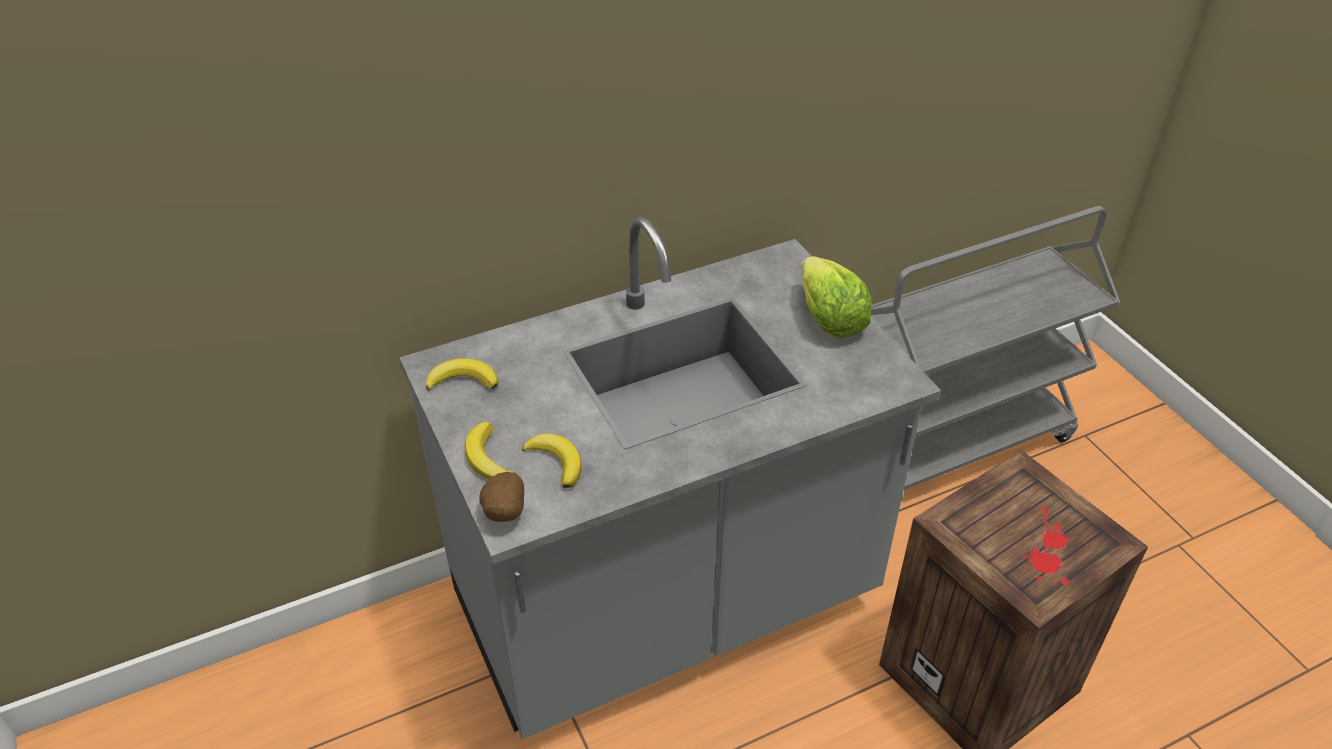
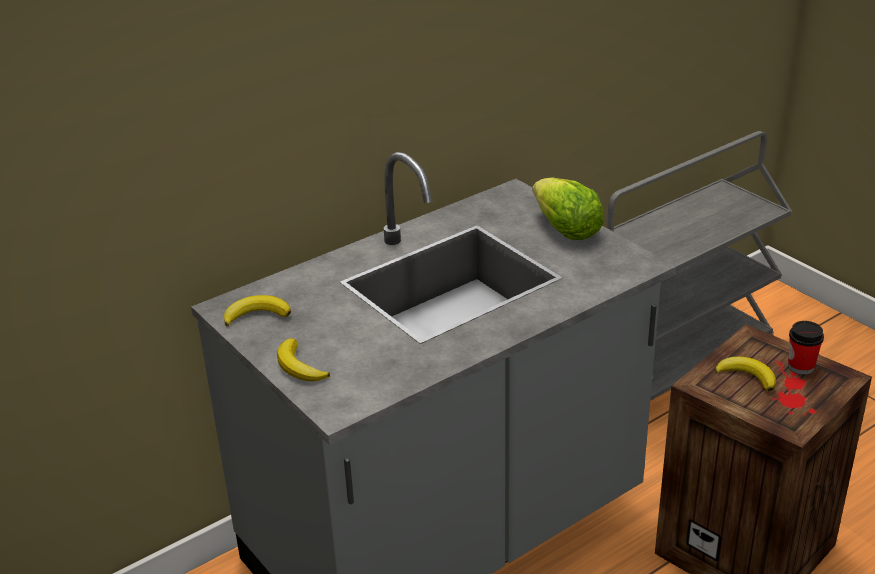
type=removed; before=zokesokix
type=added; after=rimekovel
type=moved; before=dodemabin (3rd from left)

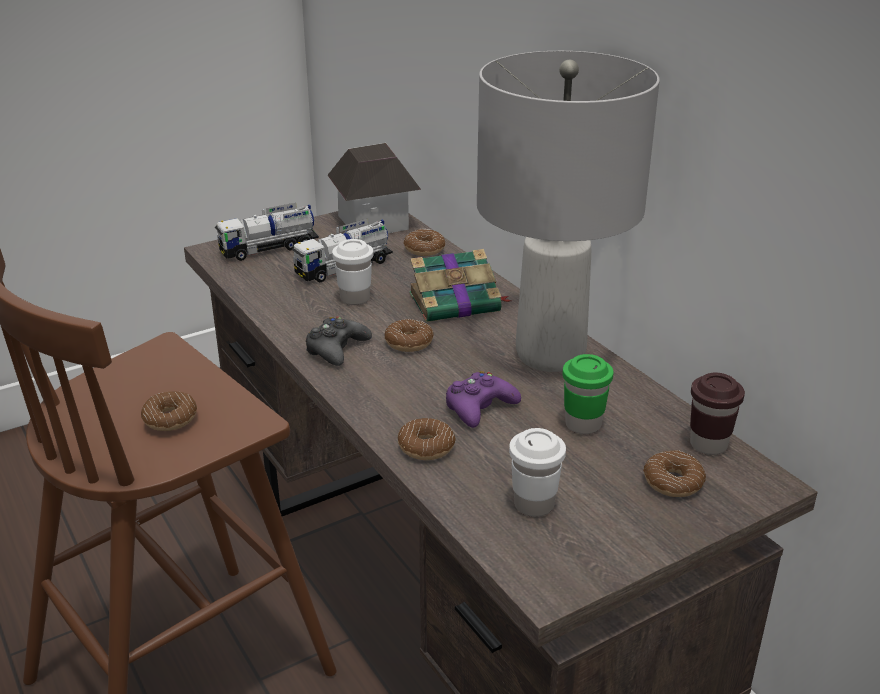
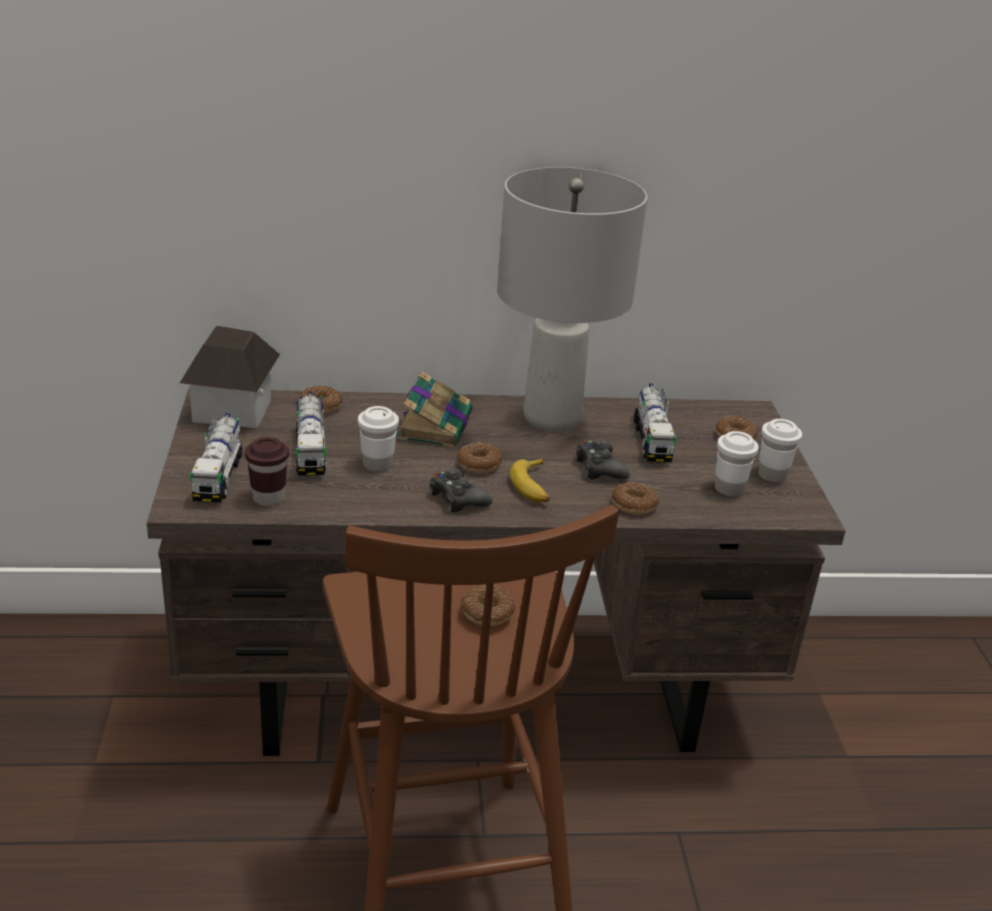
type=added; after=dodemabin
type=added; after=rimekovel (white) (3rd from left)
type=moved; before=rimekovel (brown)
type=replaced; before=rimekovel (green); after=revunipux (3rd from left)
type=recoloured; before=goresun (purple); after=goresun (black) (2nd from left)

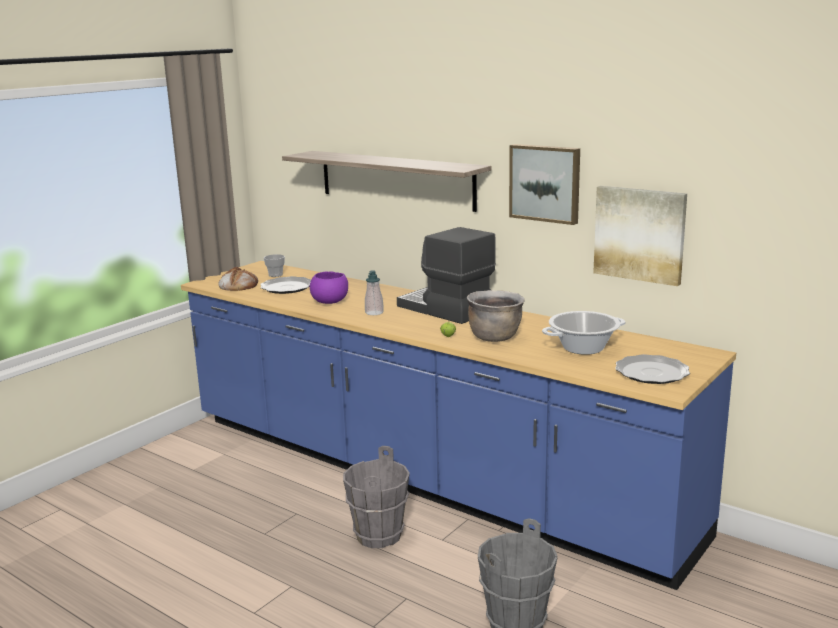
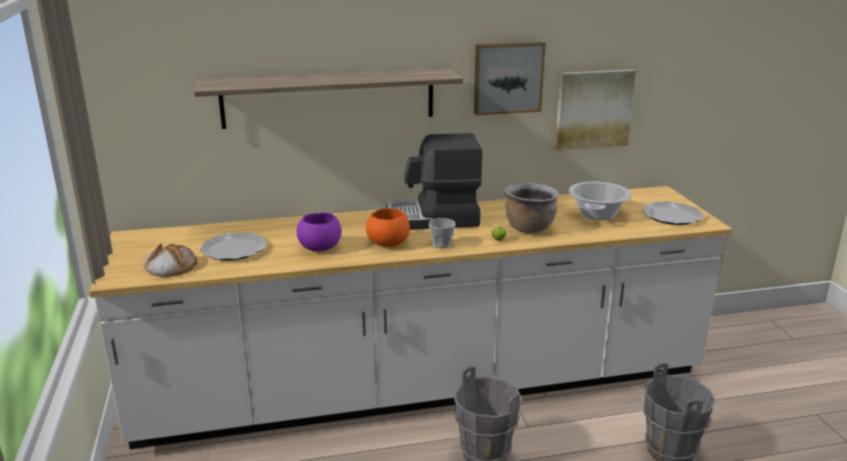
type=moved; before=rimekovel
type=replaced; before=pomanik; after=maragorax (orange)
type=recoloured; before=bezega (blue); after=bezega (white)

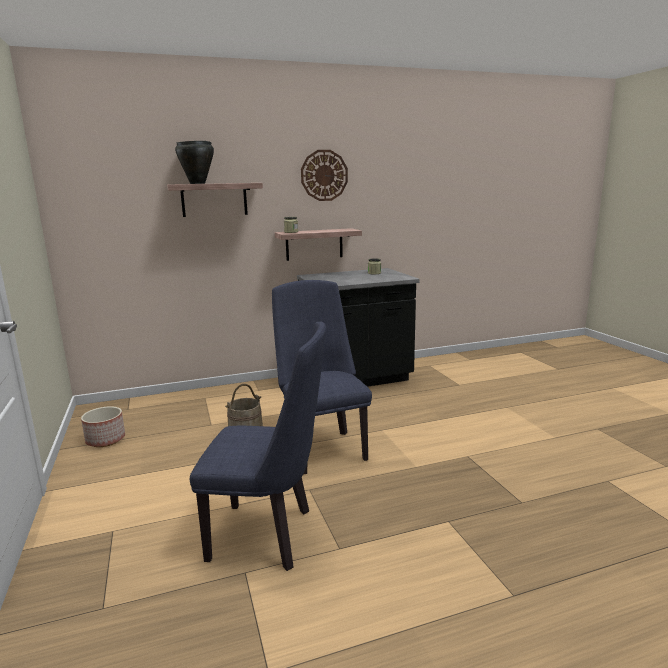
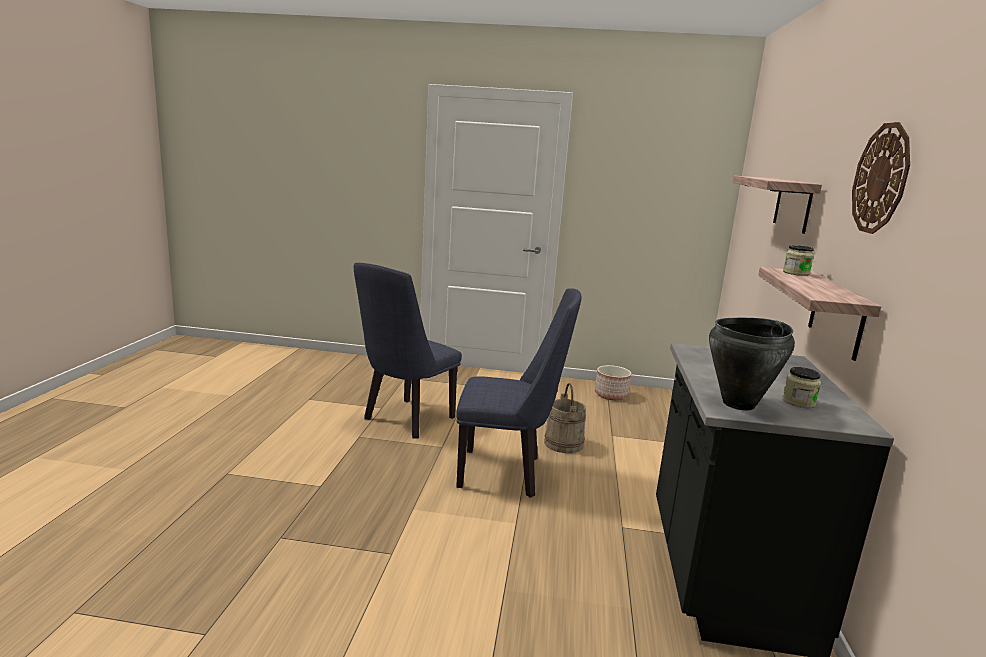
type=moved; before=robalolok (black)

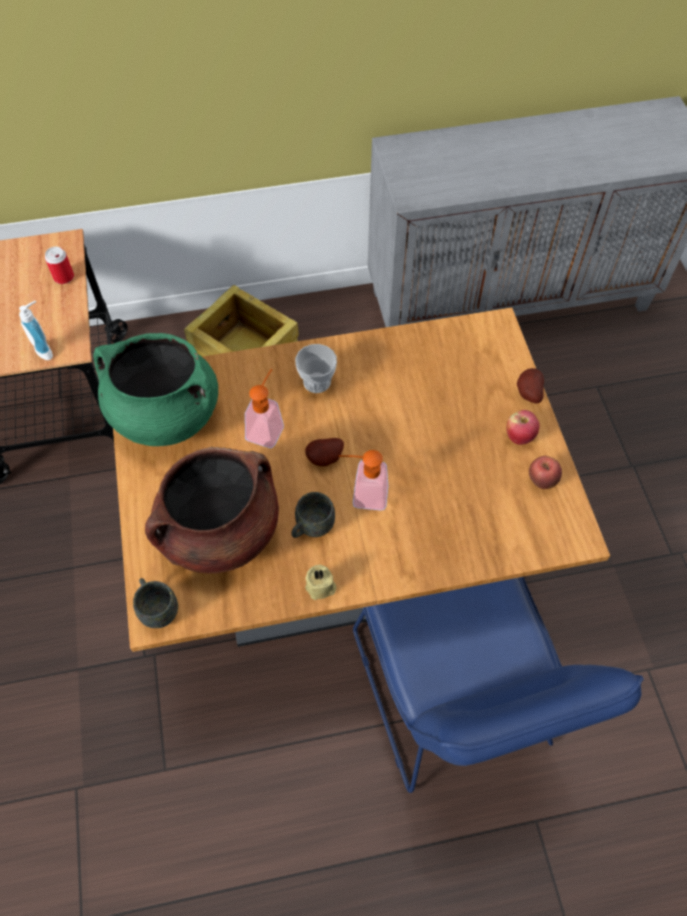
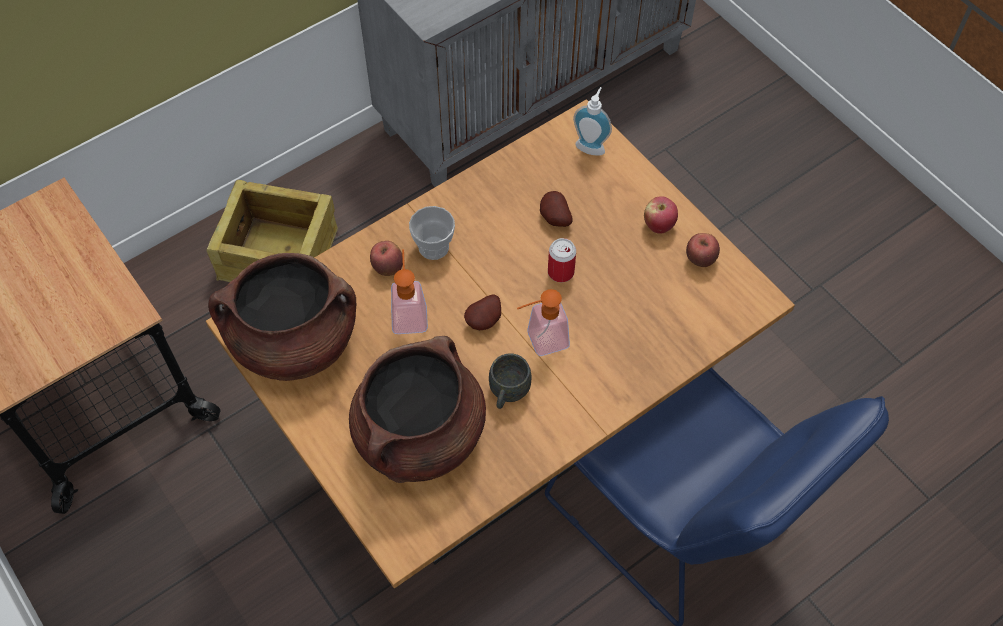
type=removed; before=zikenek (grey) (1st from left)
type=removed; before=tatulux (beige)
type=added; after=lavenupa (1st from left)
type=moved; before=pomanik (1st from left in the first image); after=pomanik (3rd from left)
type=moved; before=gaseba
type=moved; before=zokesokix (2nd from left)
type=recoloured; before=robalolok (green); after=robalolok (brown) (1st from left)

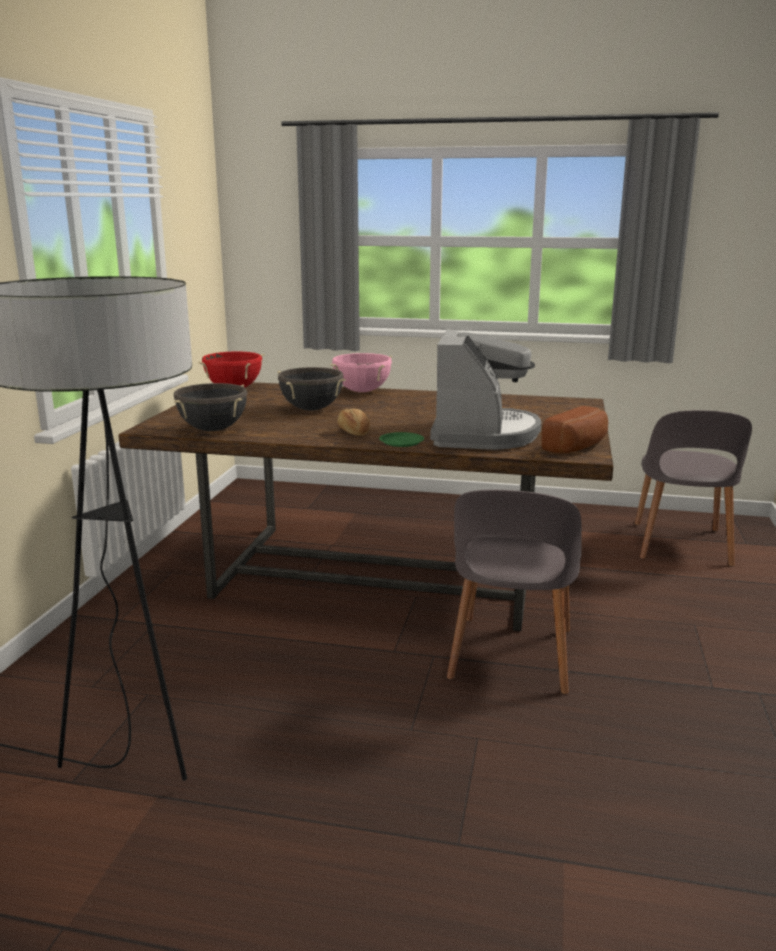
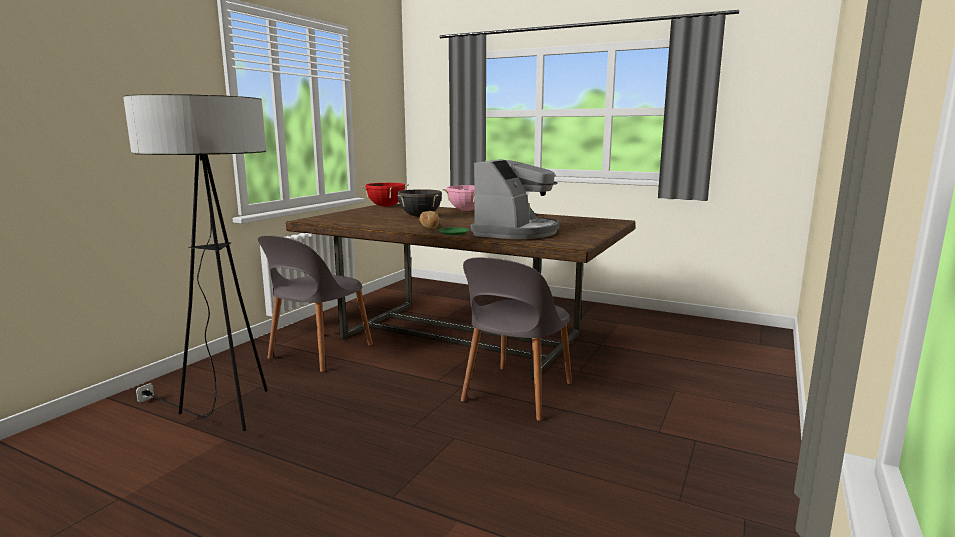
type=removed; before=robalolok (black) (1st from left)
type=removed; before=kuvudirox (2nd from left)
type=moved; before=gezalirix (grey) (2nd from left in the first image); after=gezalirix (grey) (1st from left)

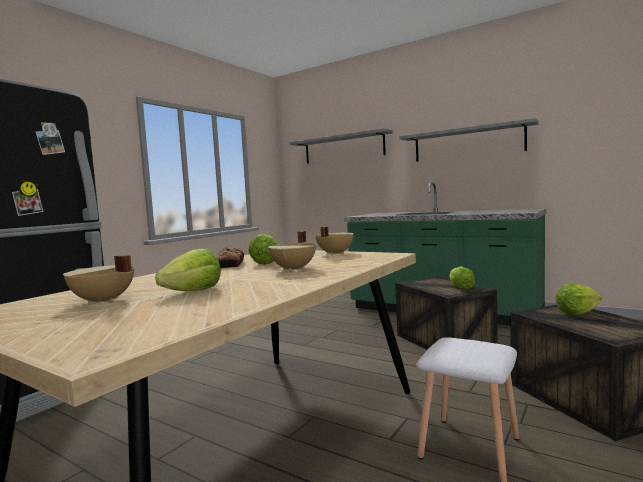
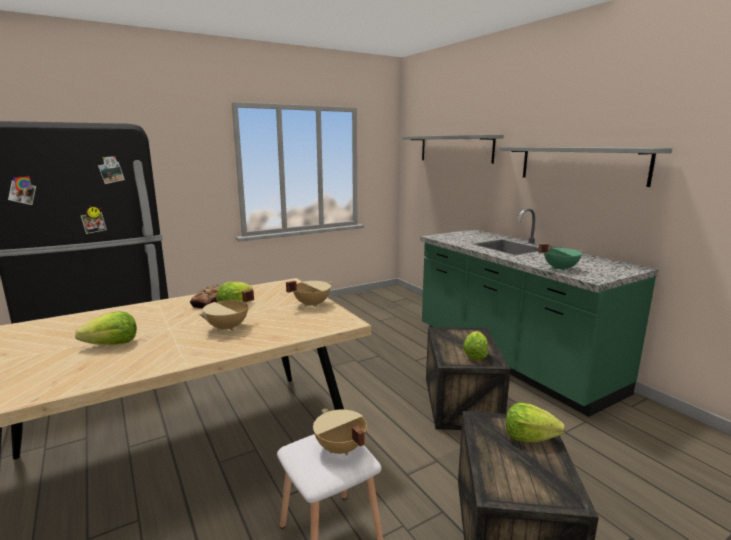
type=added; after=robalolok (green)
type=moved; before=robalolok (beige) (1st from left in the first image); after=robalolok (beige) (3rd from left)

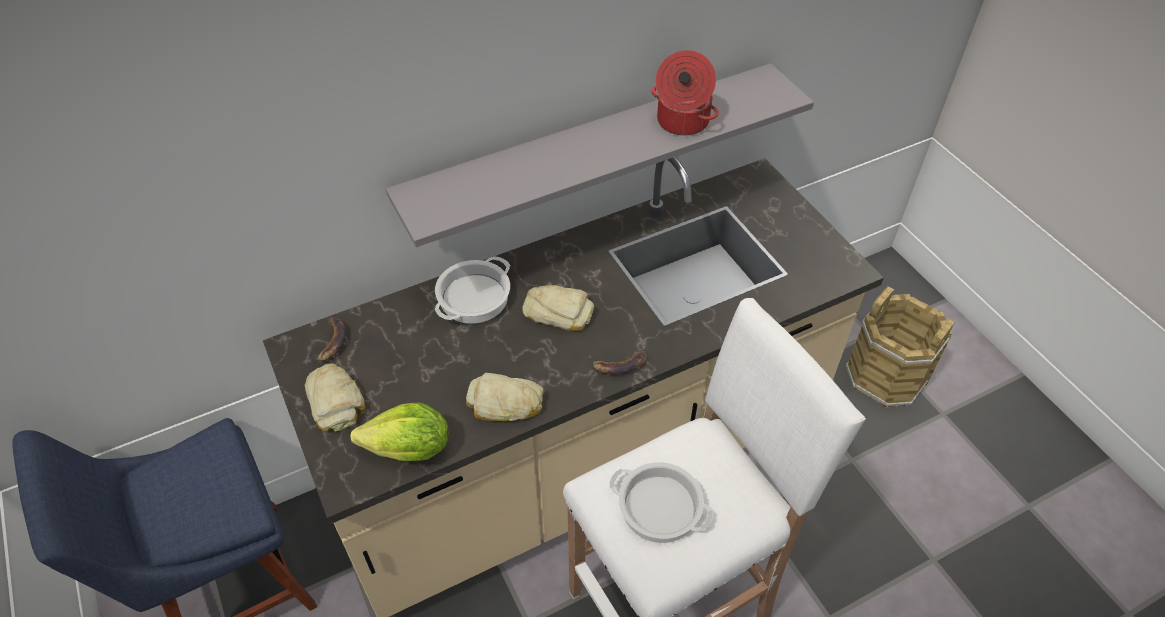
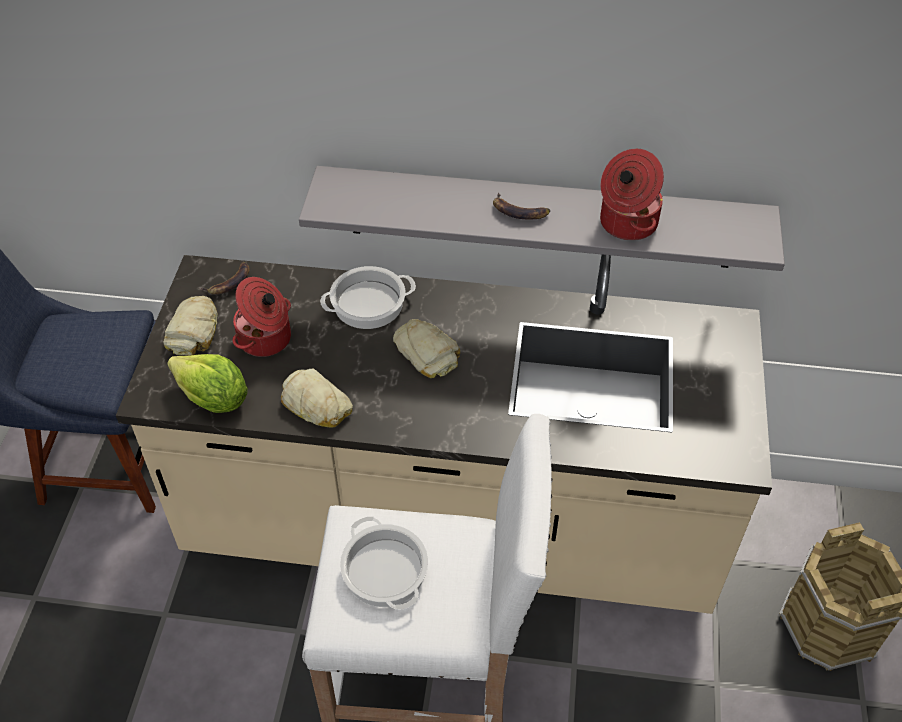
type=added; after=robalolok (1st from left)
type=moved; before=dodemabin (2nd from left)

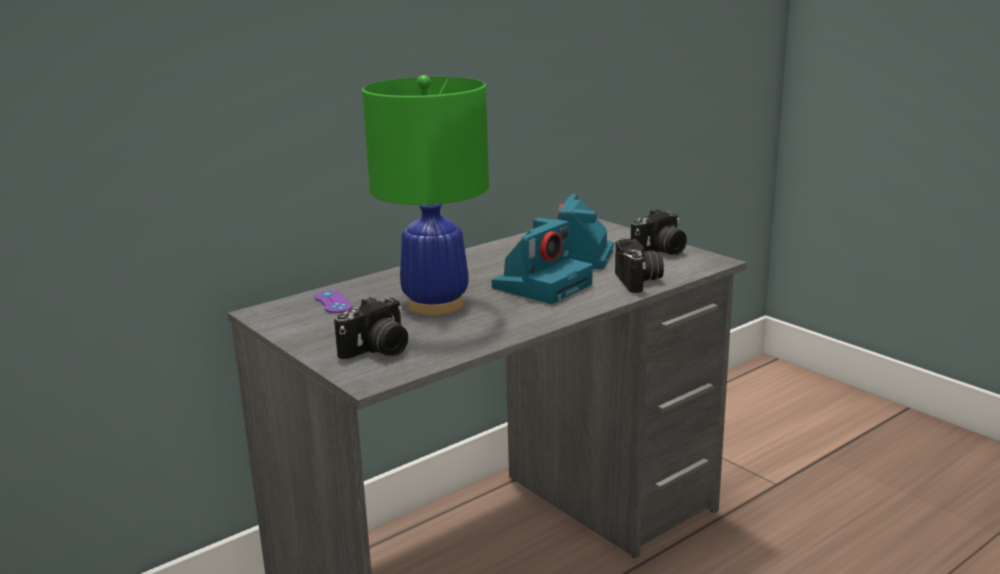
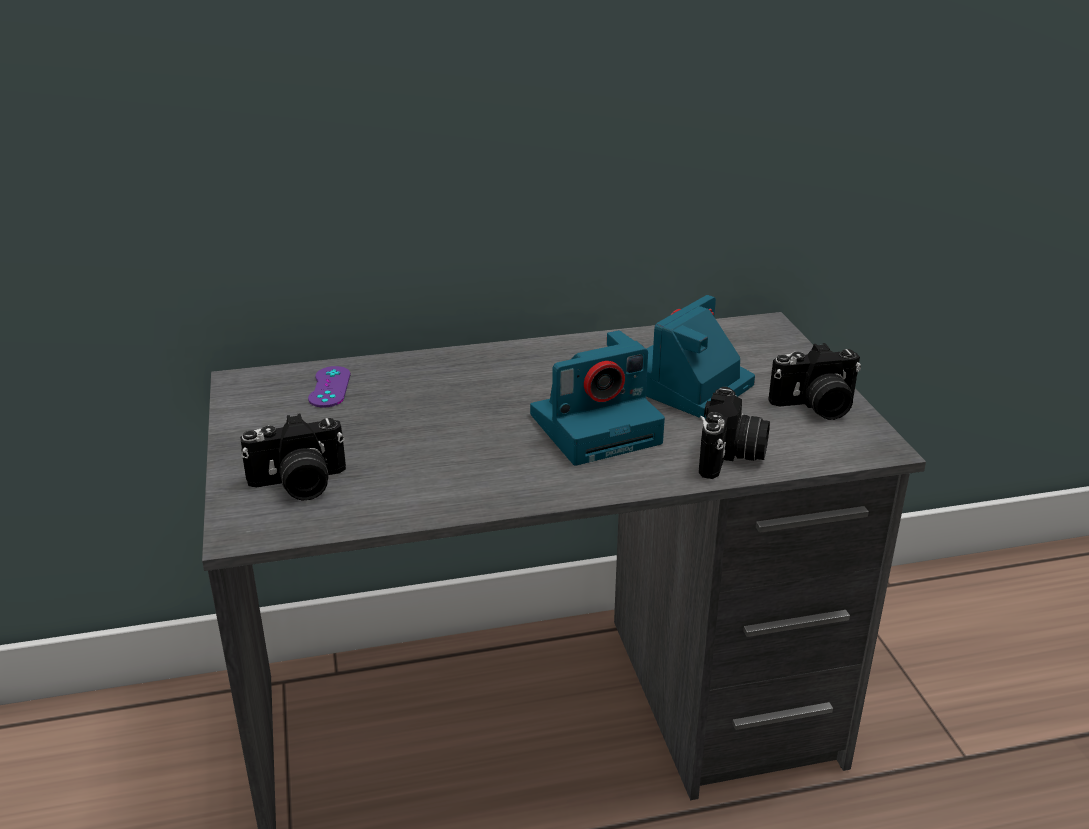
type=removed; before=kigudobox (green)

